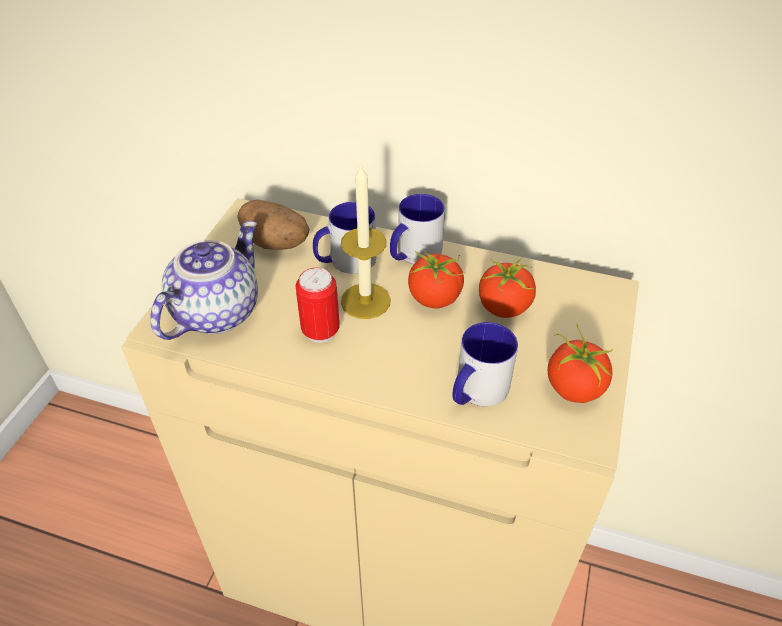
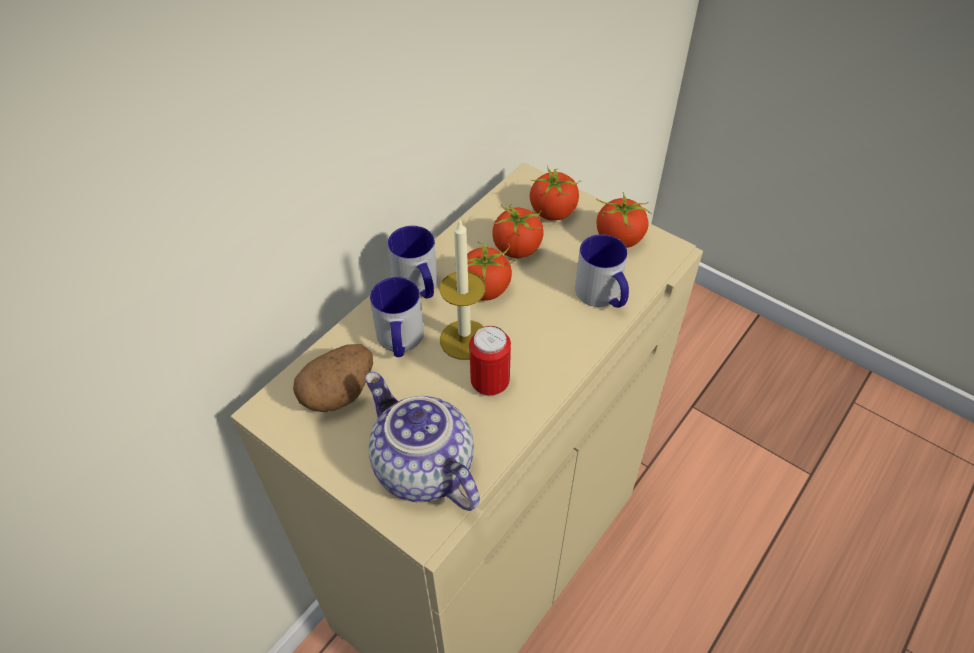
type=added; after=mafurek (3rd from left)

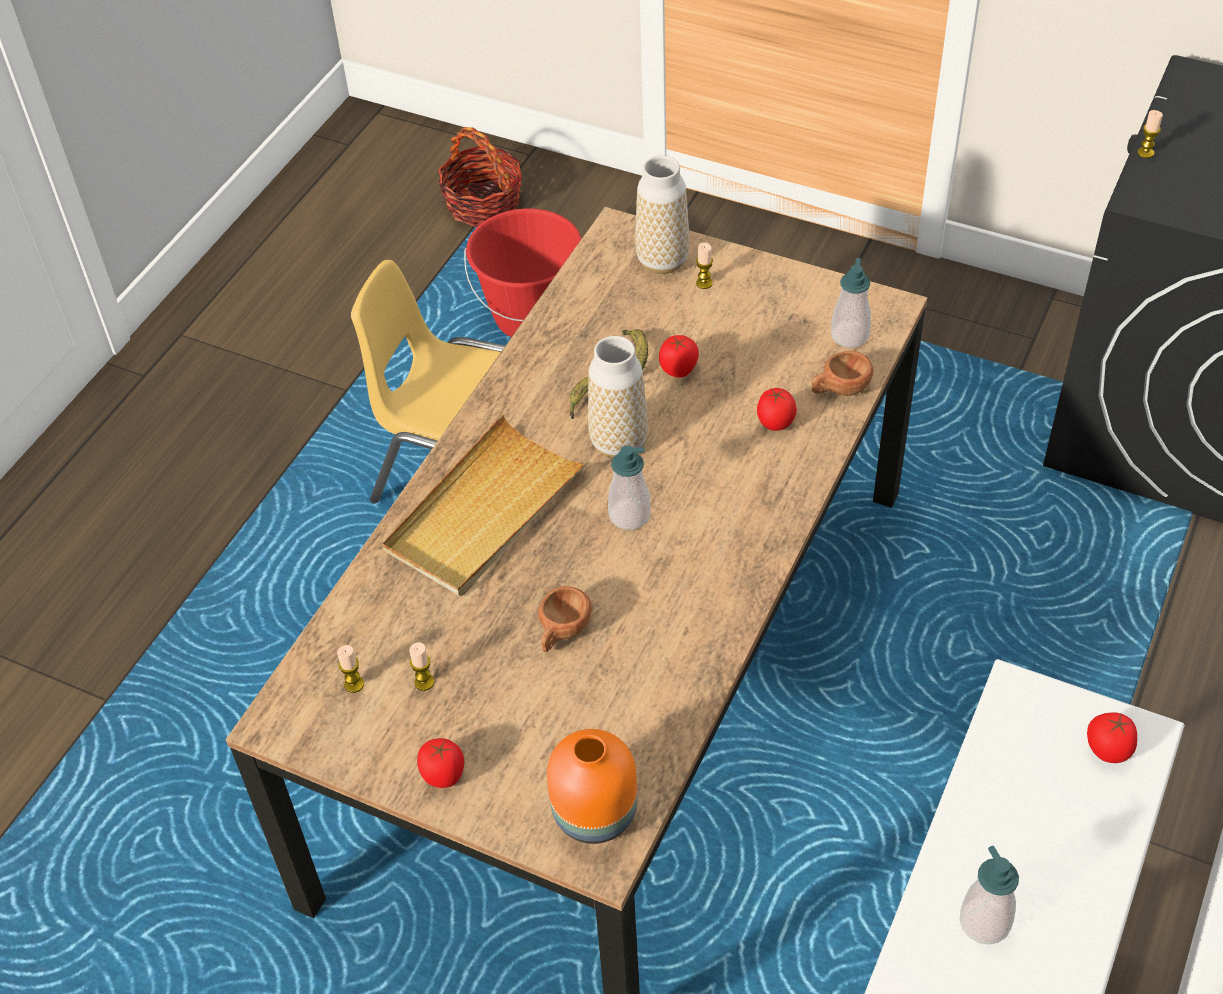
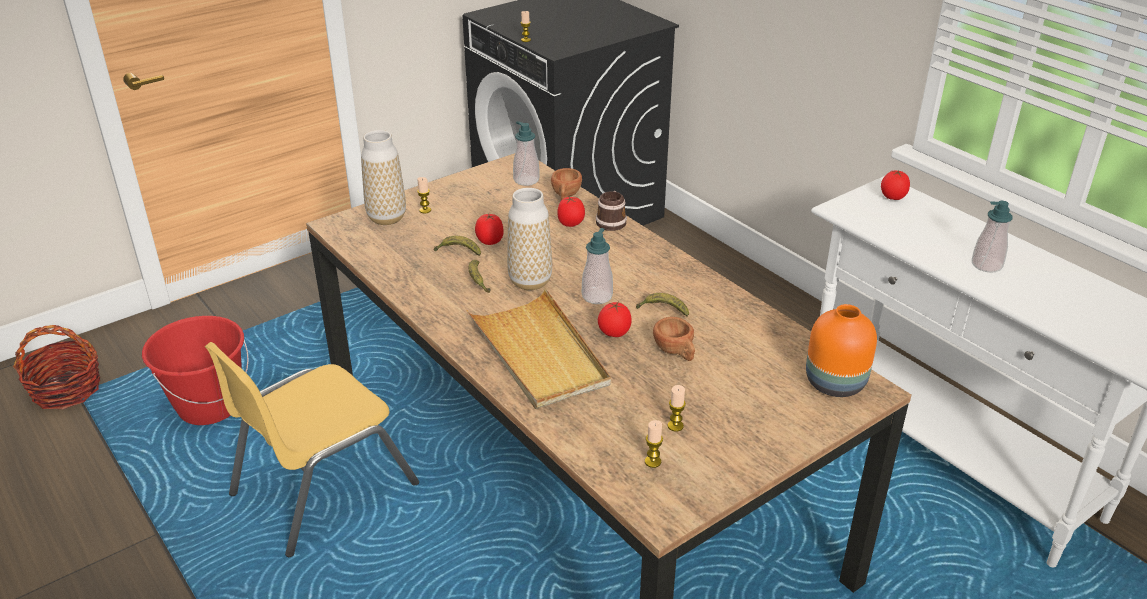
type=added; after=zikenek
type=added; after=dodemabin (3rd from left)
type=moved; before=mafurek (1st from left in the first image); after=mafurek (3rd from left)

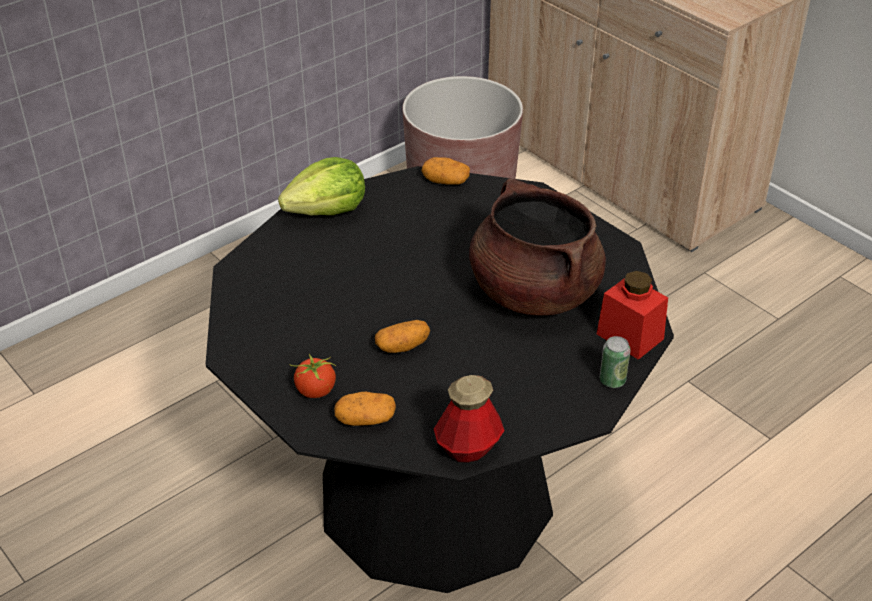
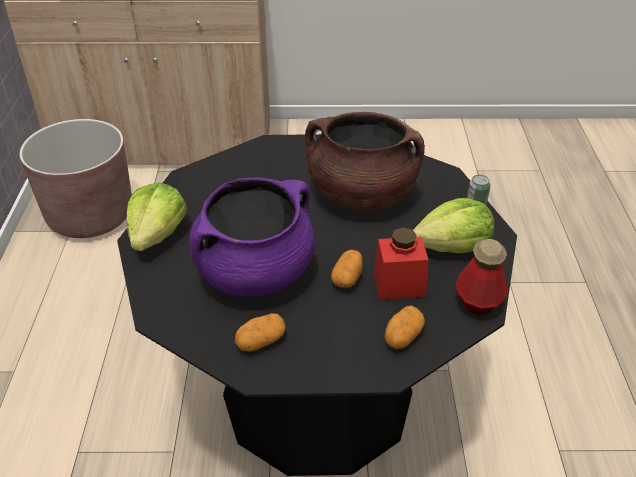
type=removed; before=mafurek
type=added; after=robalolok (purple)
type=added; after=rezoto (2nd from left)
type=moved; before=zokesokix (3rd from left in the first image); after=zokesokix (1st from left)
type=moved; before=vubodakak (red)

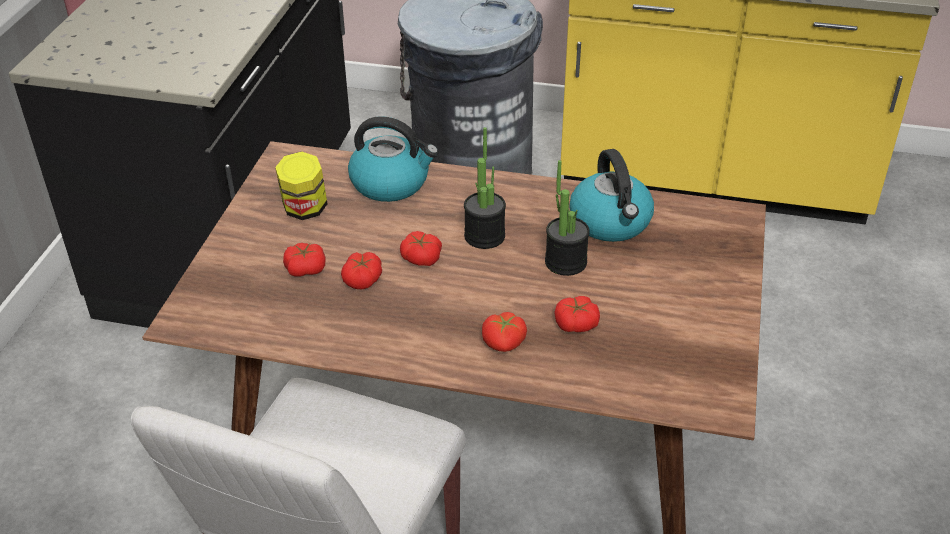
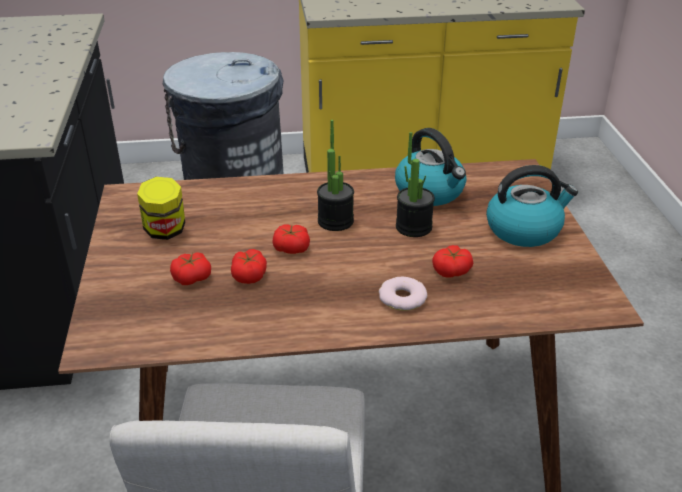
type=moved; before=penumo (1st from left in the first image); after=penumo (2nd from left)
type=replaced; before=mafurek (4th from left); after=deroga

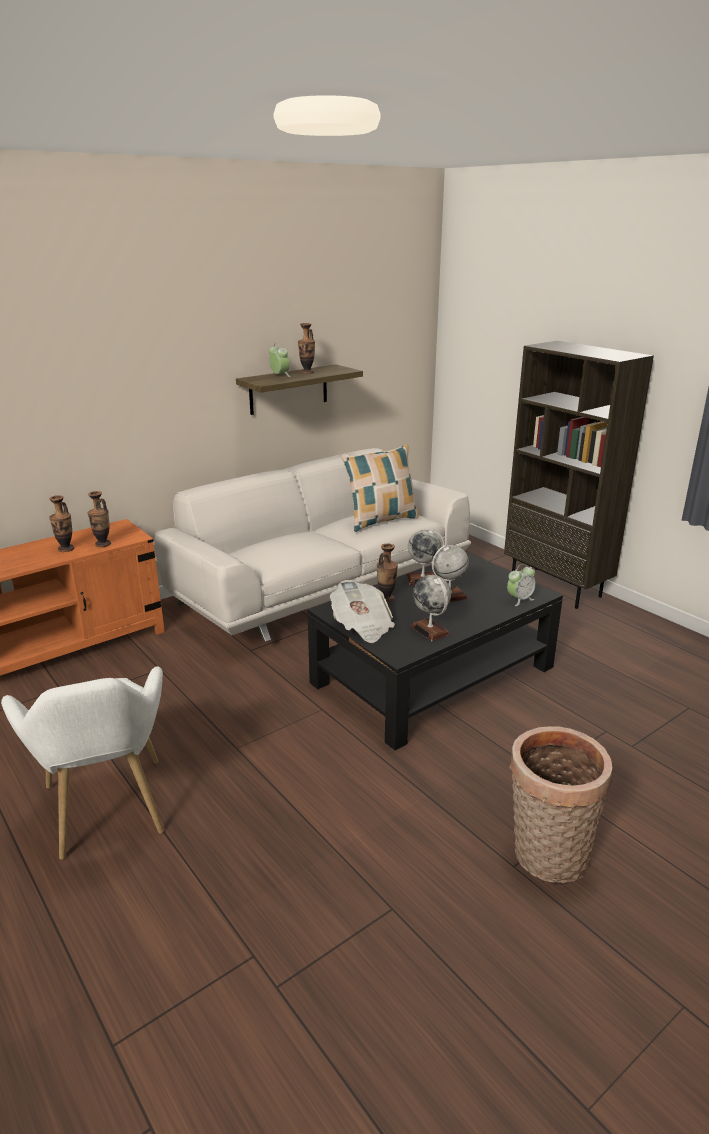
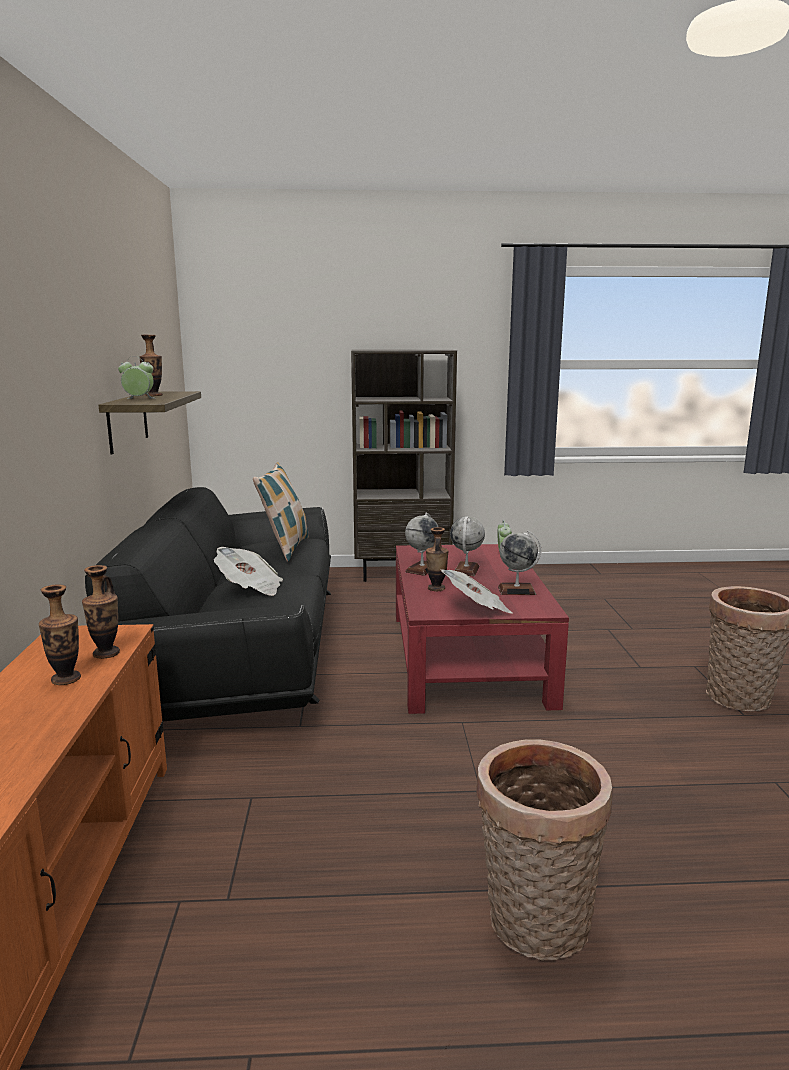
type=added; after=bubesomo (1st from left)
type=replaced; before=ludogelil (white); after=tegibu (1st from left)
type=recoloured; before=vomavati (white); after=vomavati (black)
type=recoloured; before=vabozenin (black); after=vabozenin (red)

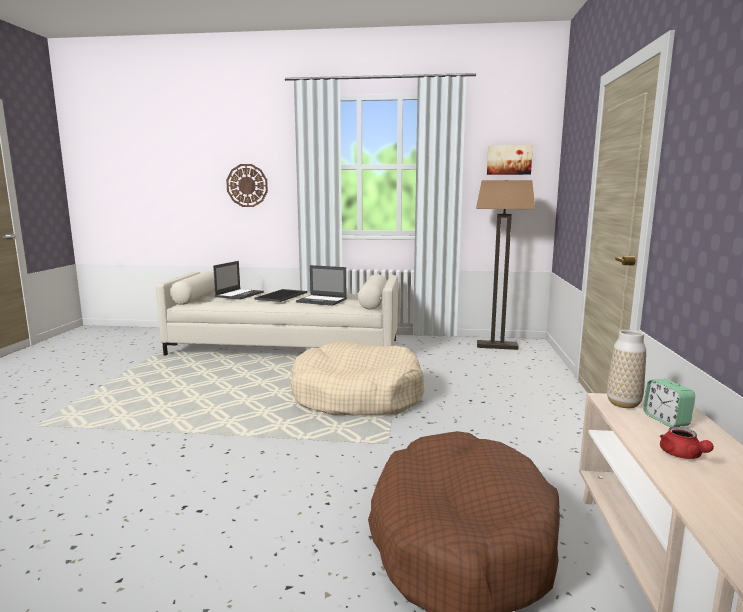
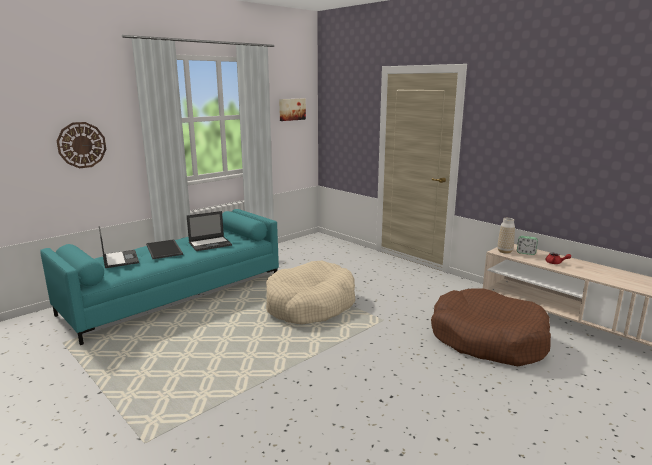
type=removed; before=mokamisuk
type=recoloured; before=vomavati (beige); after=vomavati (turquoise)

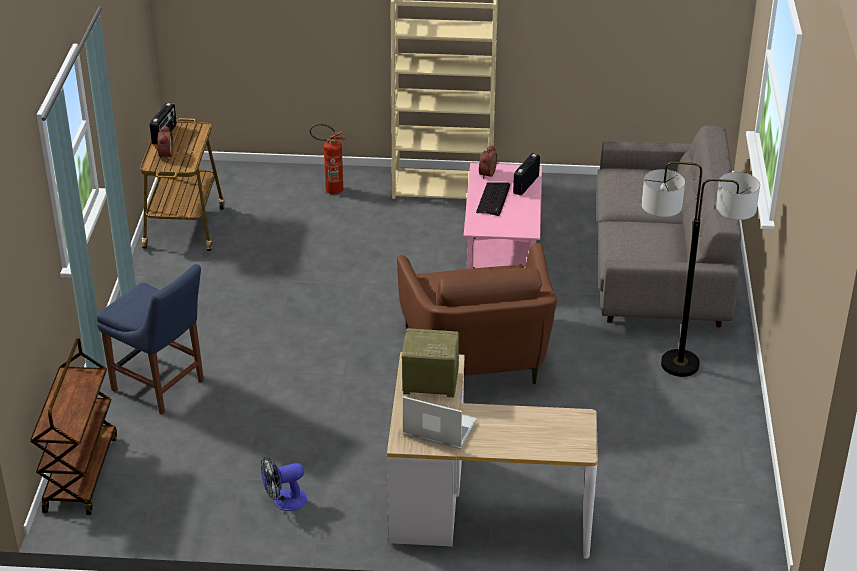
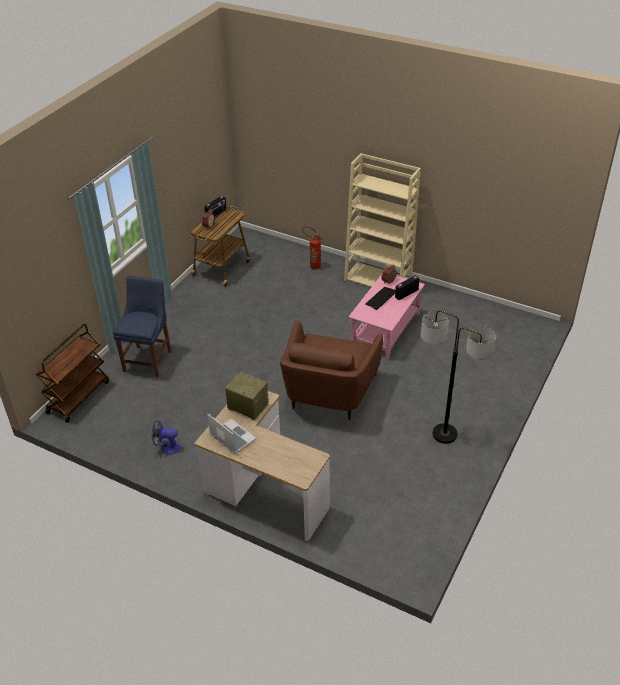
type=removed; before=vomavati (grey)
type=turned; before=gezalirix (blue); turn=-135

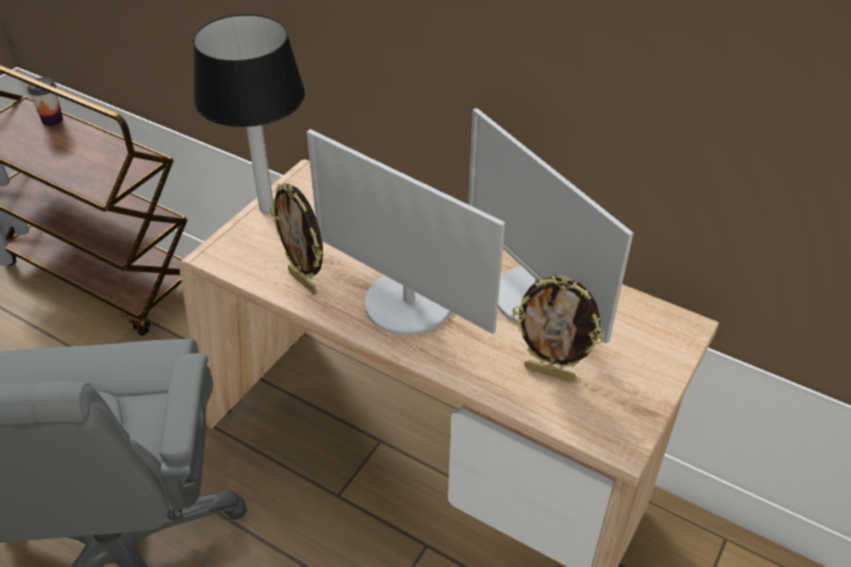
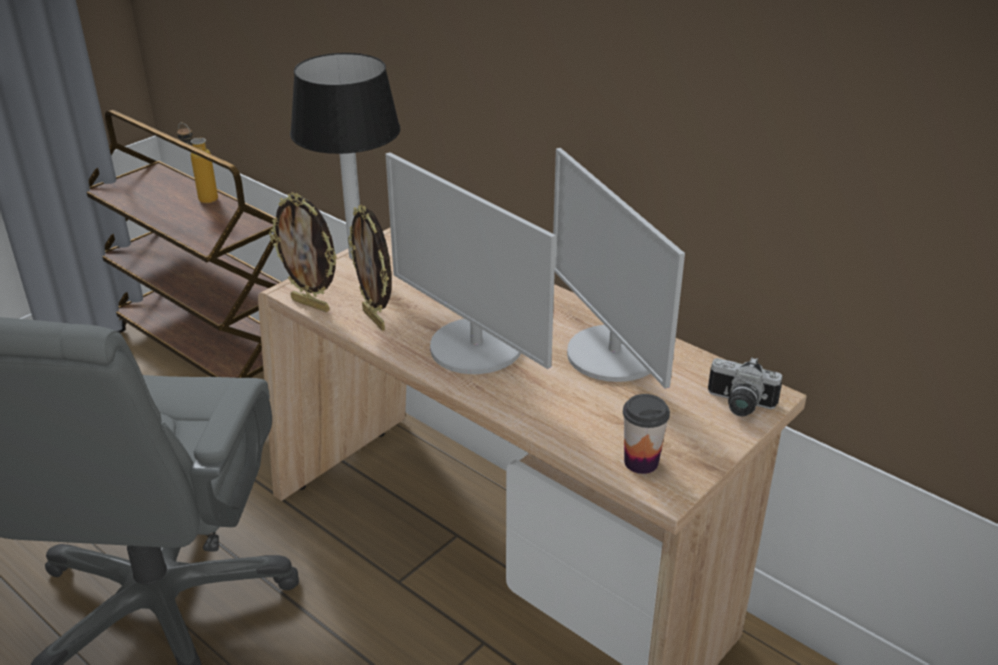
type=added; after=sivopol
type=added; after=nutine
type=moved; before=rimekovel
type=moved; before=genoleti (2nd from left in the first image); after=genoleti (1st from left)

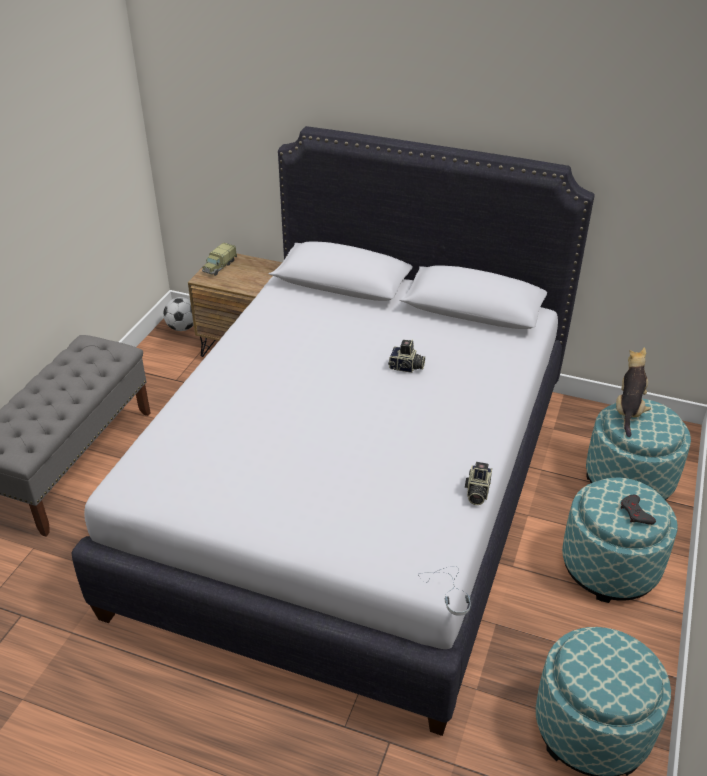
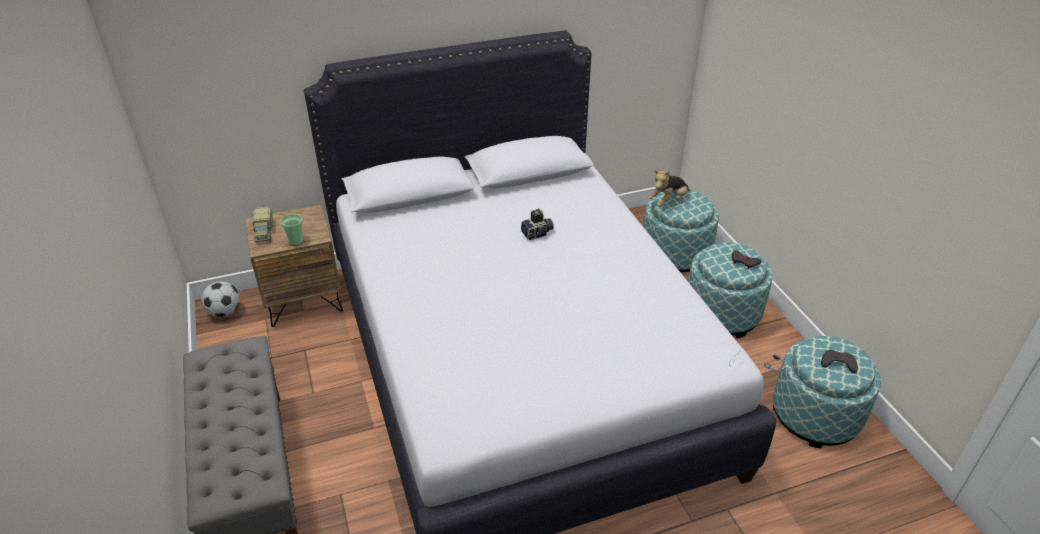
type=removed; before=nutine (2nd from left)
type=added; after=rimekovel
type=added; after=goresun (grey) (2nd from left)
type=turned; before=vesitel; turn=-105

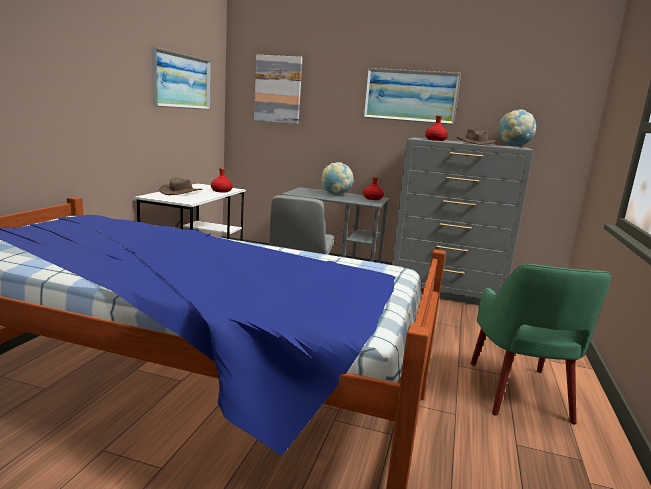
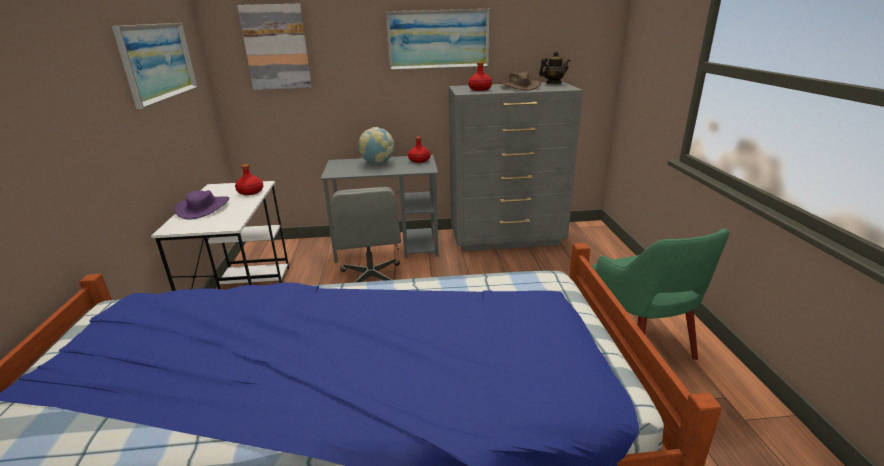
type=replaced; before=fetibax (2nd from left); after=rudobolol
type=recoloured; before=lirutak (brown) (1st from left); after=lirutak (purple)

